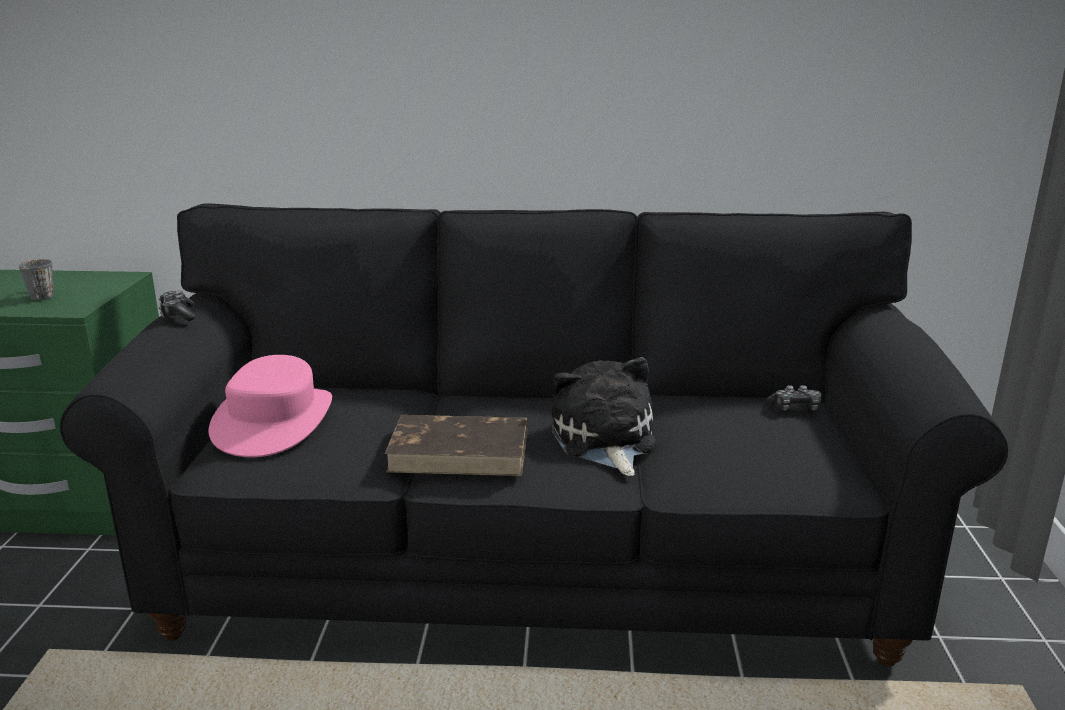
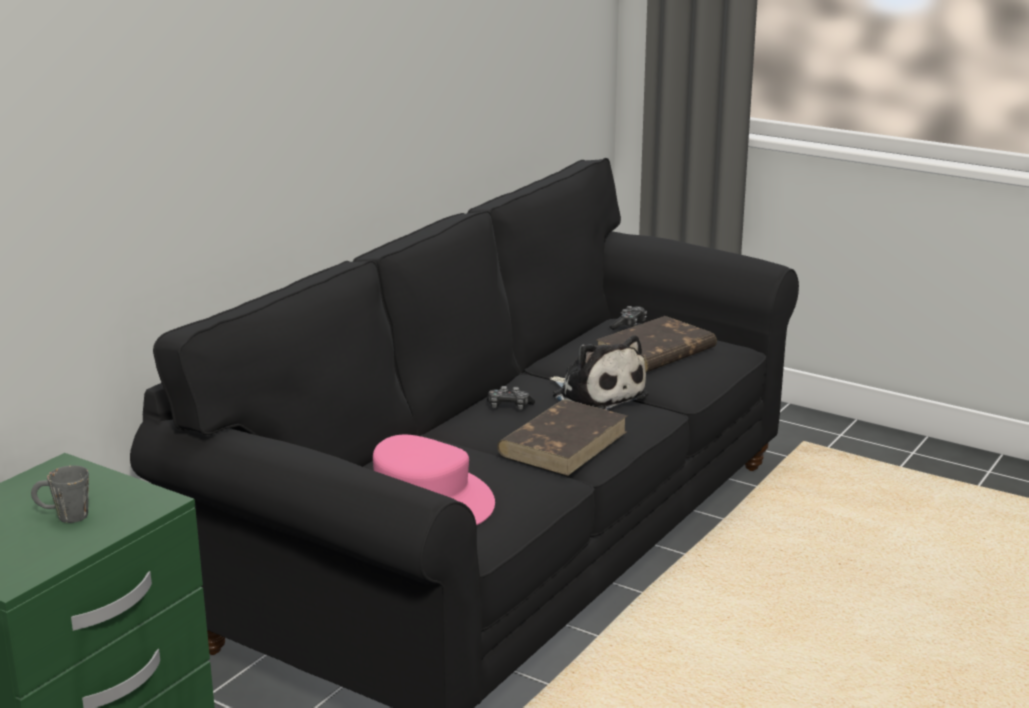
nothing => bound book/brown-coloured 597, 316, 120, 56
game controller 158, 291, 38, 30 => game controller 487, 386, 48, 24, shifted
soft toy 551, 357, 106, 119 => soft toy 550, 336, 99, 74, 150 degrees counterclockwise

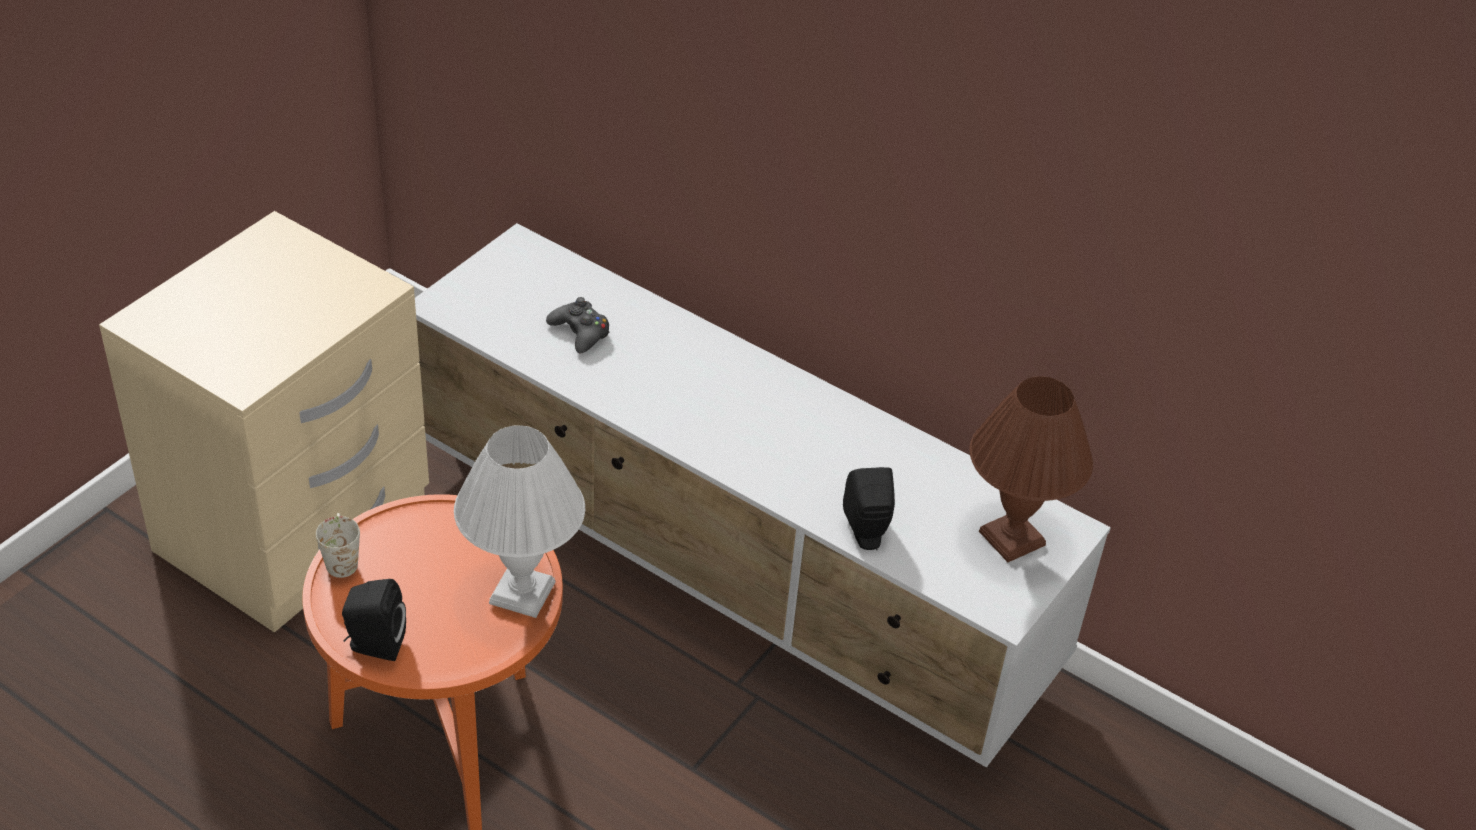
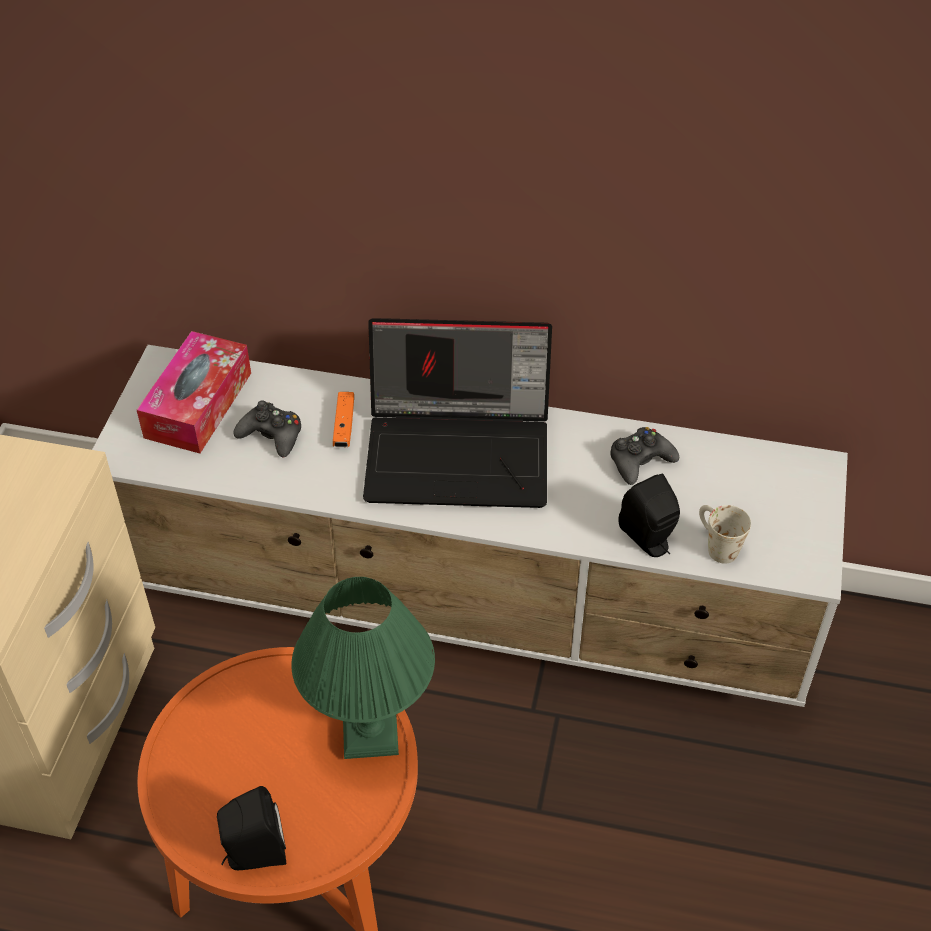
table lamp/brown-coloured 970, 376, 123, 186 => nothing
nothing => tissue holder 137, 331, 114, 123
nothing => game controller/orange 333, 392, 21, 56
nothing => portable computer 363, 318, 189, 190
nothing => game controller/blackish 611, 427, 68, 58
mug/white-coloured 316, 513, 44, 65 => mug/white-coloured 699, 505, 52, 59, shifted
table lamp/white-coloured 454, 425, 131, 193 => table lamp/greenish 291, 577, 144, 182

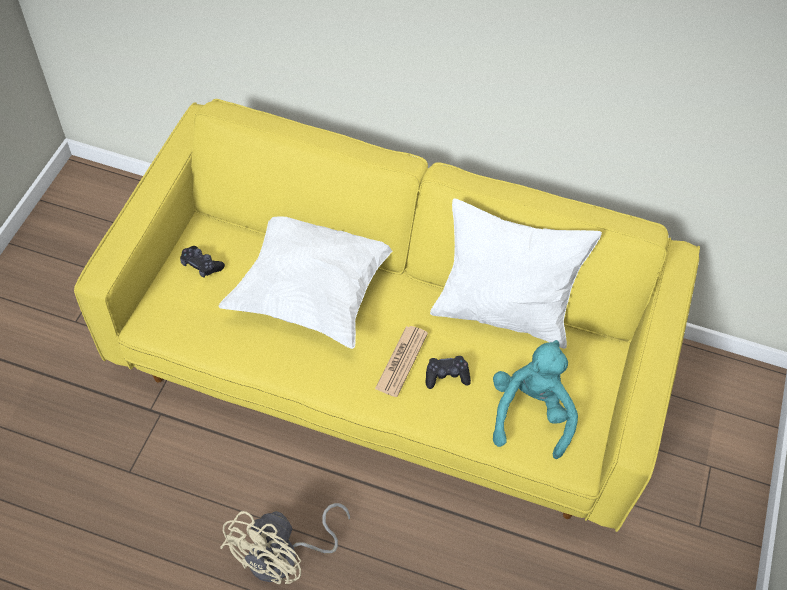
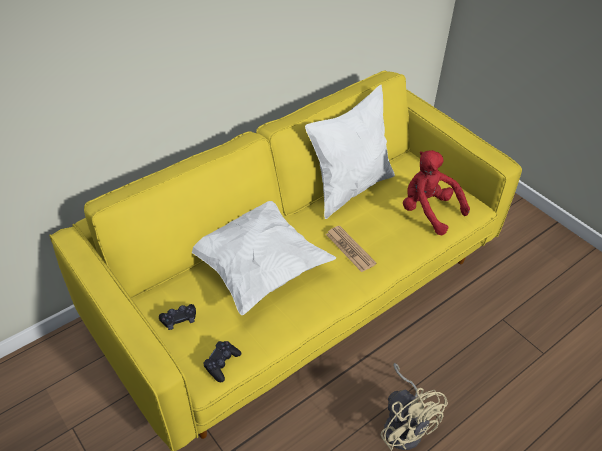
game controller/blackish 426, 356, 45, 33 => game controller/blackish 203, 341, 38, 41, shifted
soft toy/turquoise-coloured 493, 340, 85, 119 => soft toy/red 403, 150, 67, 85

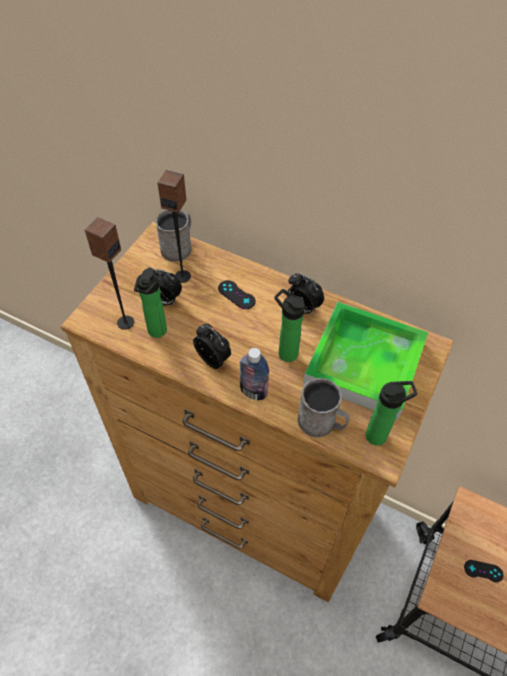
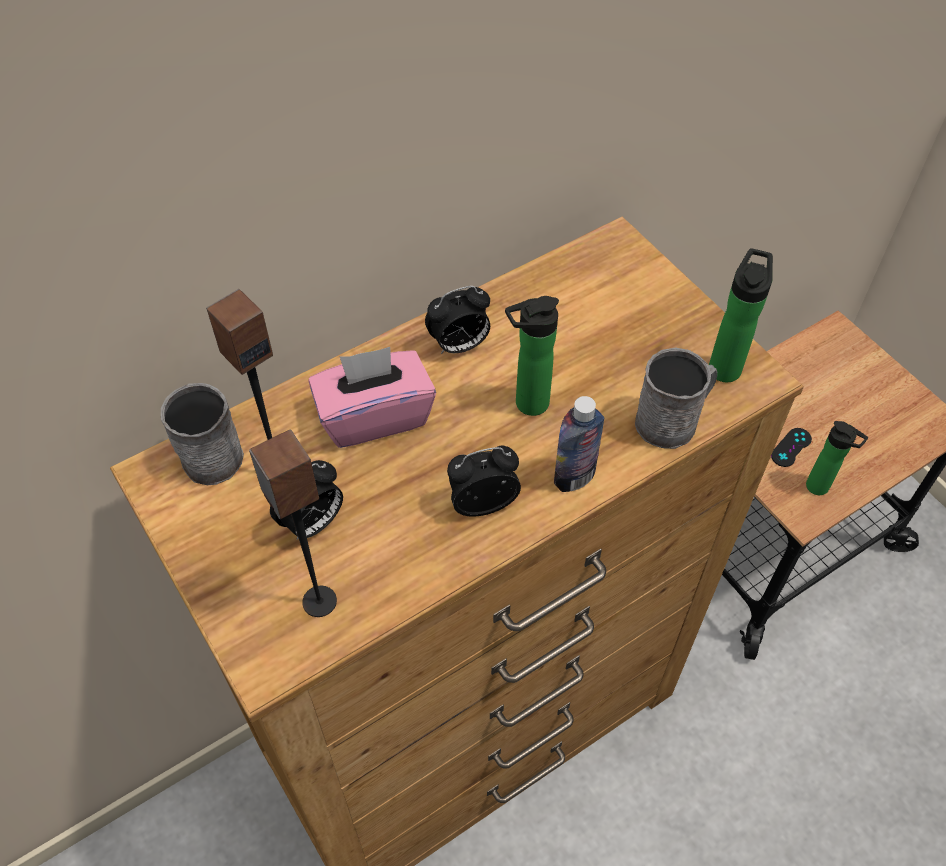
tray 303, 302, 125, 117 => nothing
bottle 134, 267, 33, 71 => bottle 806, 421, 62, 74, shifted
game controller/blackish 218, 280, 38, 29 => tissue holder/pinkish 309, 347, 127, 101

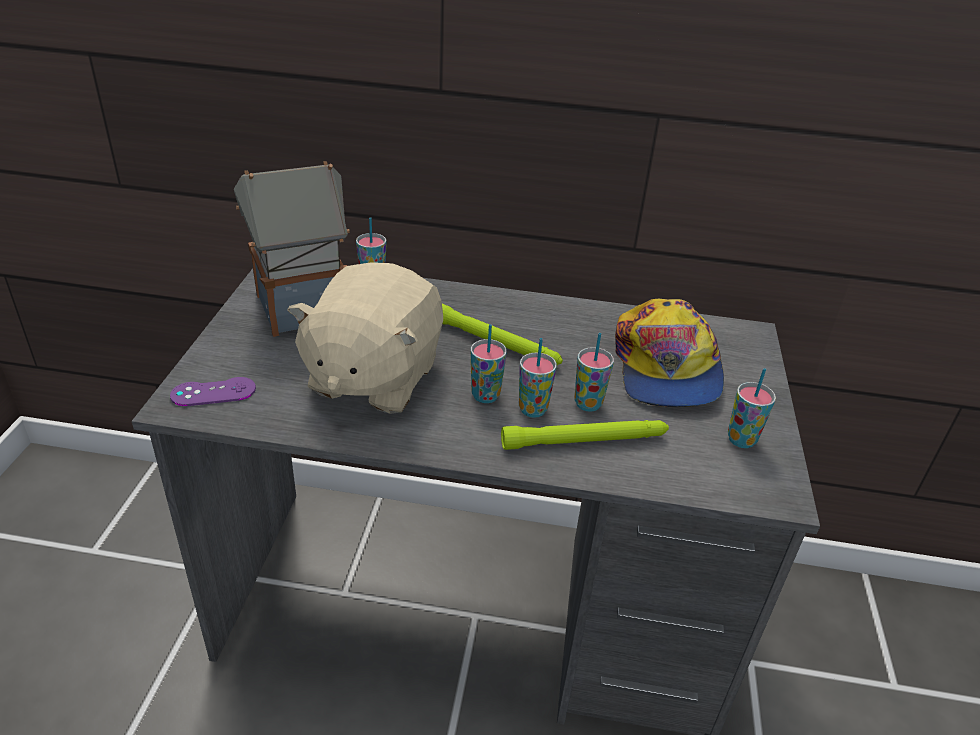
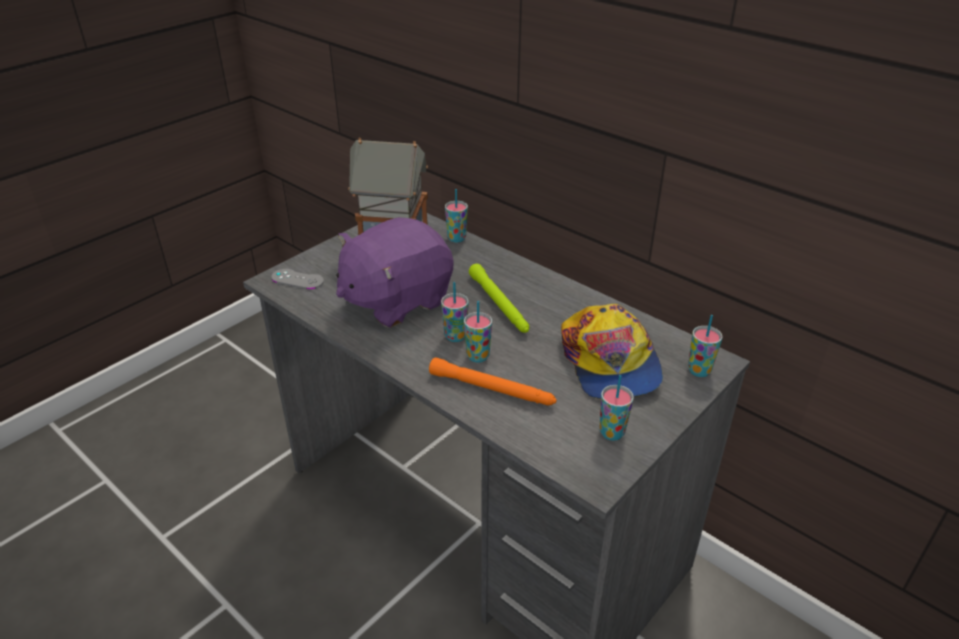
small cup 574, 333, 40, 79 => small cup 688, 315, 35, 62, shifted
game controller/purple-coloured 170, 377, 86, 29 => game controller/greyish 271, 269, 53, 20
soft toy/sand-coloured 287, 262, 156, 152 => soft toy/purple-coloured 336, 217, 117, 111
torch/greenish 501, 420, 168, 30 => torch/orange 429, 357, 128, 49
baseball cap 615, 299, 109, 108 => baseball cap 561, 304, 102, 95, 45 degrees counterclockwise

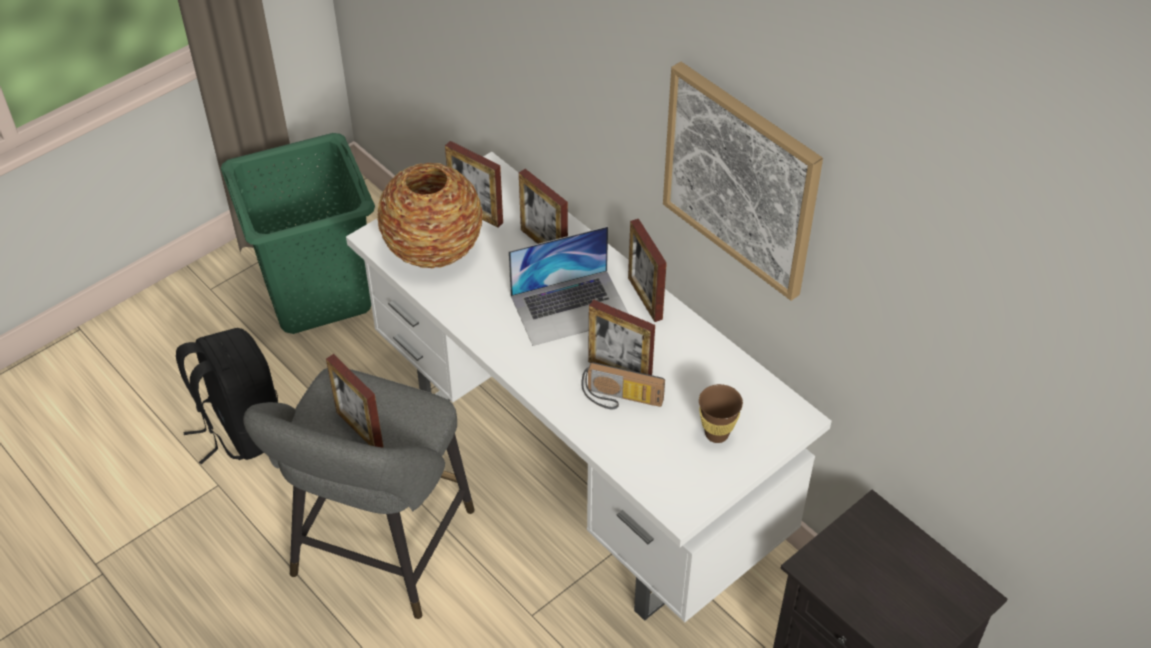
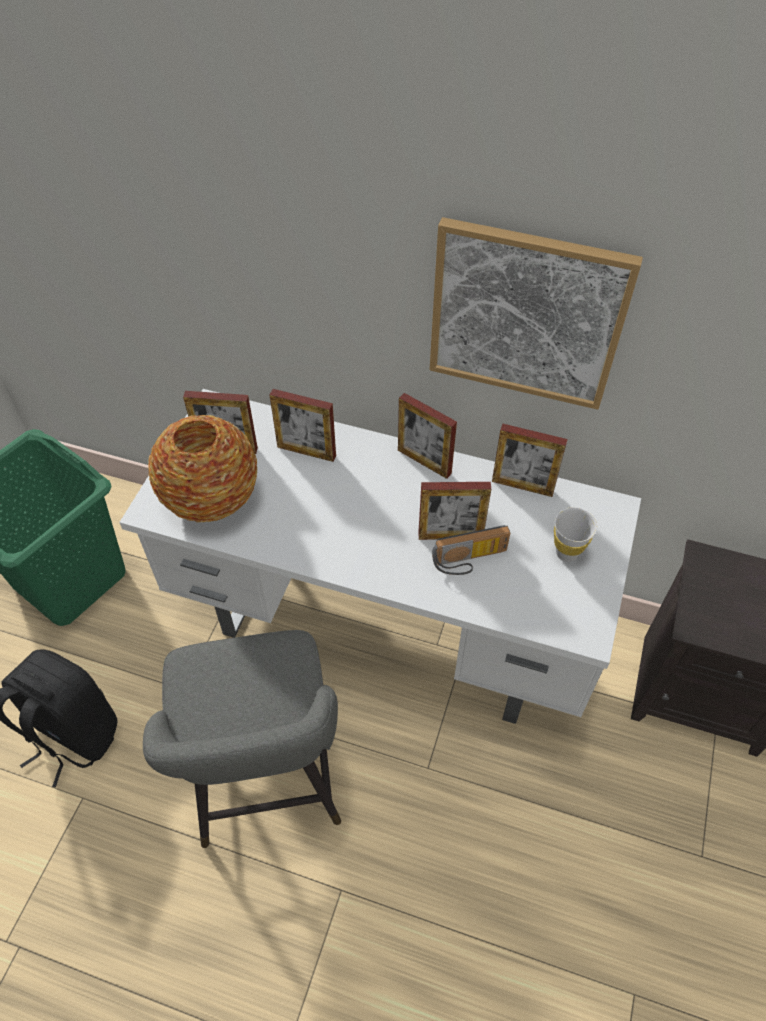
portable computer 509, 226, 120, 120 => nothing
picture frame 326, 354, 57, 94 => picture frame 492, 424, 76, 73, shifted
small cup/brown-coloured 699, 384, 44, 59 => small cup/white-coloured 554, 507, 43, 55

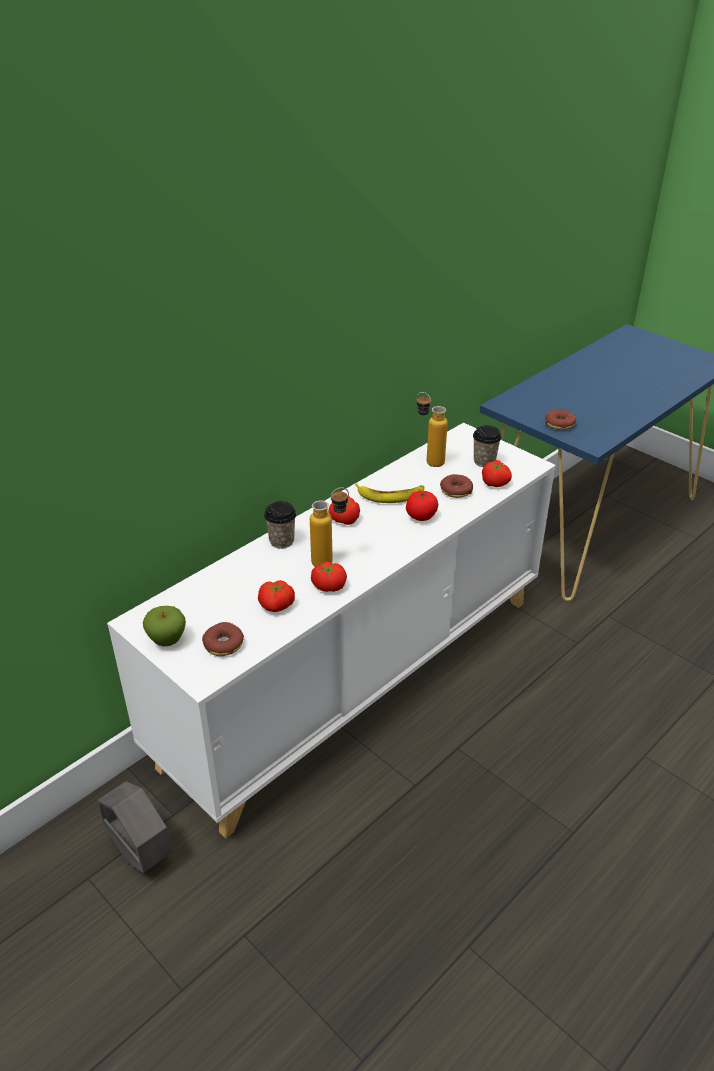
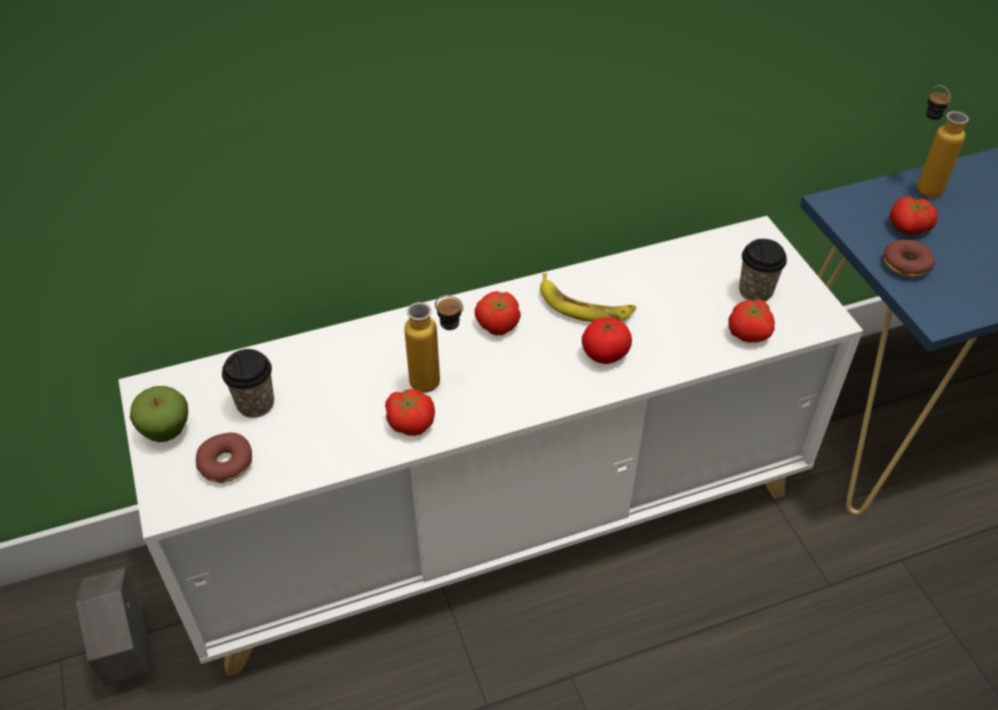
donut 440, 474, 33, 24 => nothing
tomato 258, 580, 37, 32 => tomato 890, 196, 48, 39, shifted
small cup 264, 501, 32, 48 => small cup 222, 349, 52, 69, shifted
bottle 417, 392, 31, 75 => bottle 917, 85, 52, 113, shifted

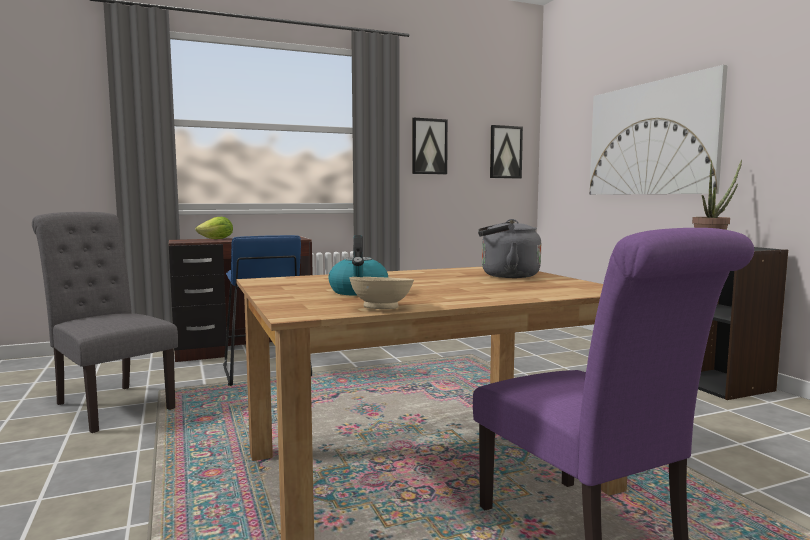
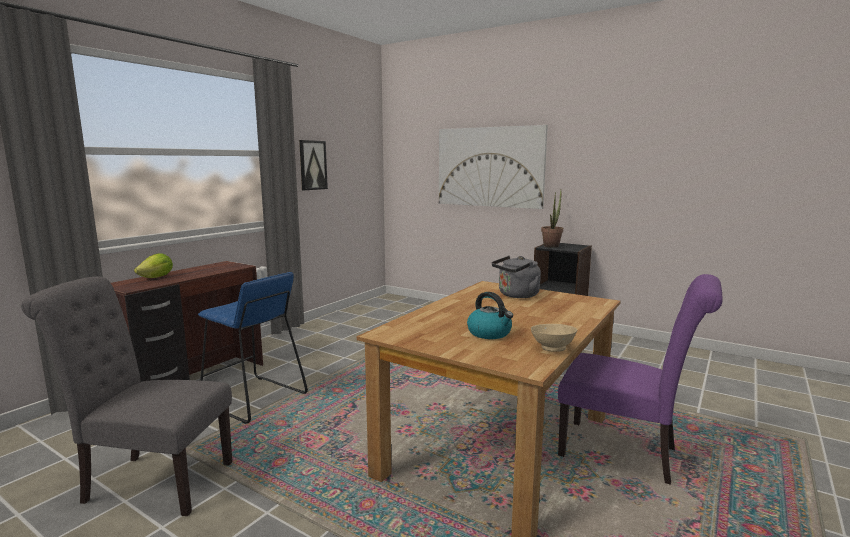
picture 490, 125, 33, 53 => nothing

